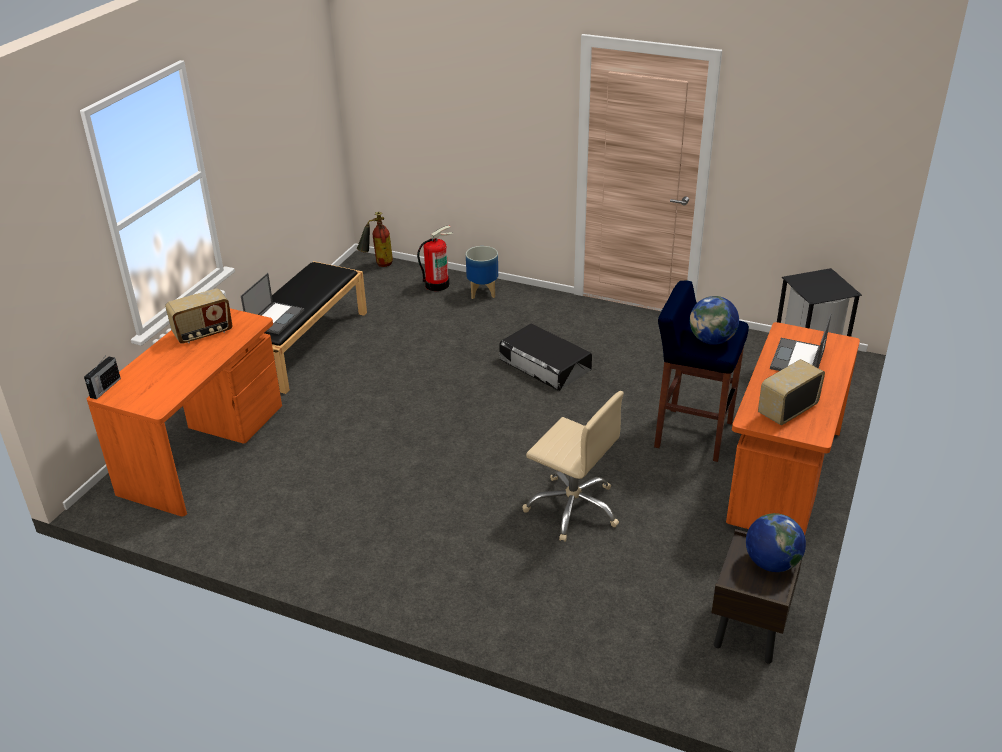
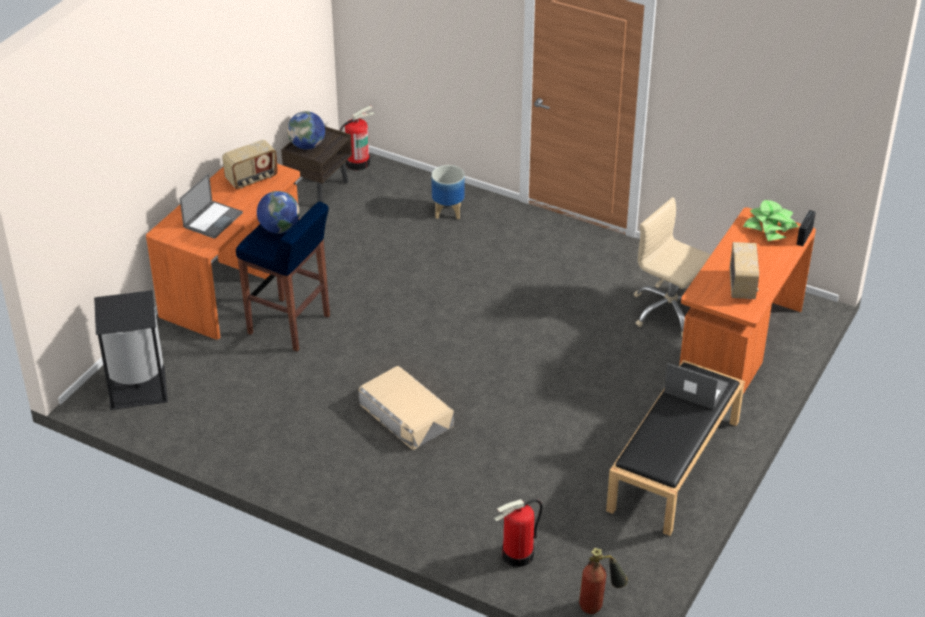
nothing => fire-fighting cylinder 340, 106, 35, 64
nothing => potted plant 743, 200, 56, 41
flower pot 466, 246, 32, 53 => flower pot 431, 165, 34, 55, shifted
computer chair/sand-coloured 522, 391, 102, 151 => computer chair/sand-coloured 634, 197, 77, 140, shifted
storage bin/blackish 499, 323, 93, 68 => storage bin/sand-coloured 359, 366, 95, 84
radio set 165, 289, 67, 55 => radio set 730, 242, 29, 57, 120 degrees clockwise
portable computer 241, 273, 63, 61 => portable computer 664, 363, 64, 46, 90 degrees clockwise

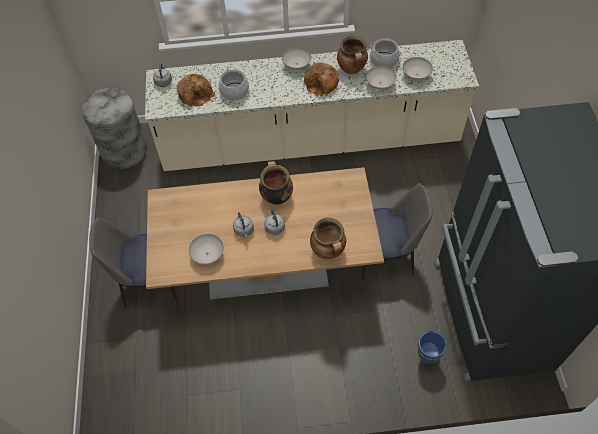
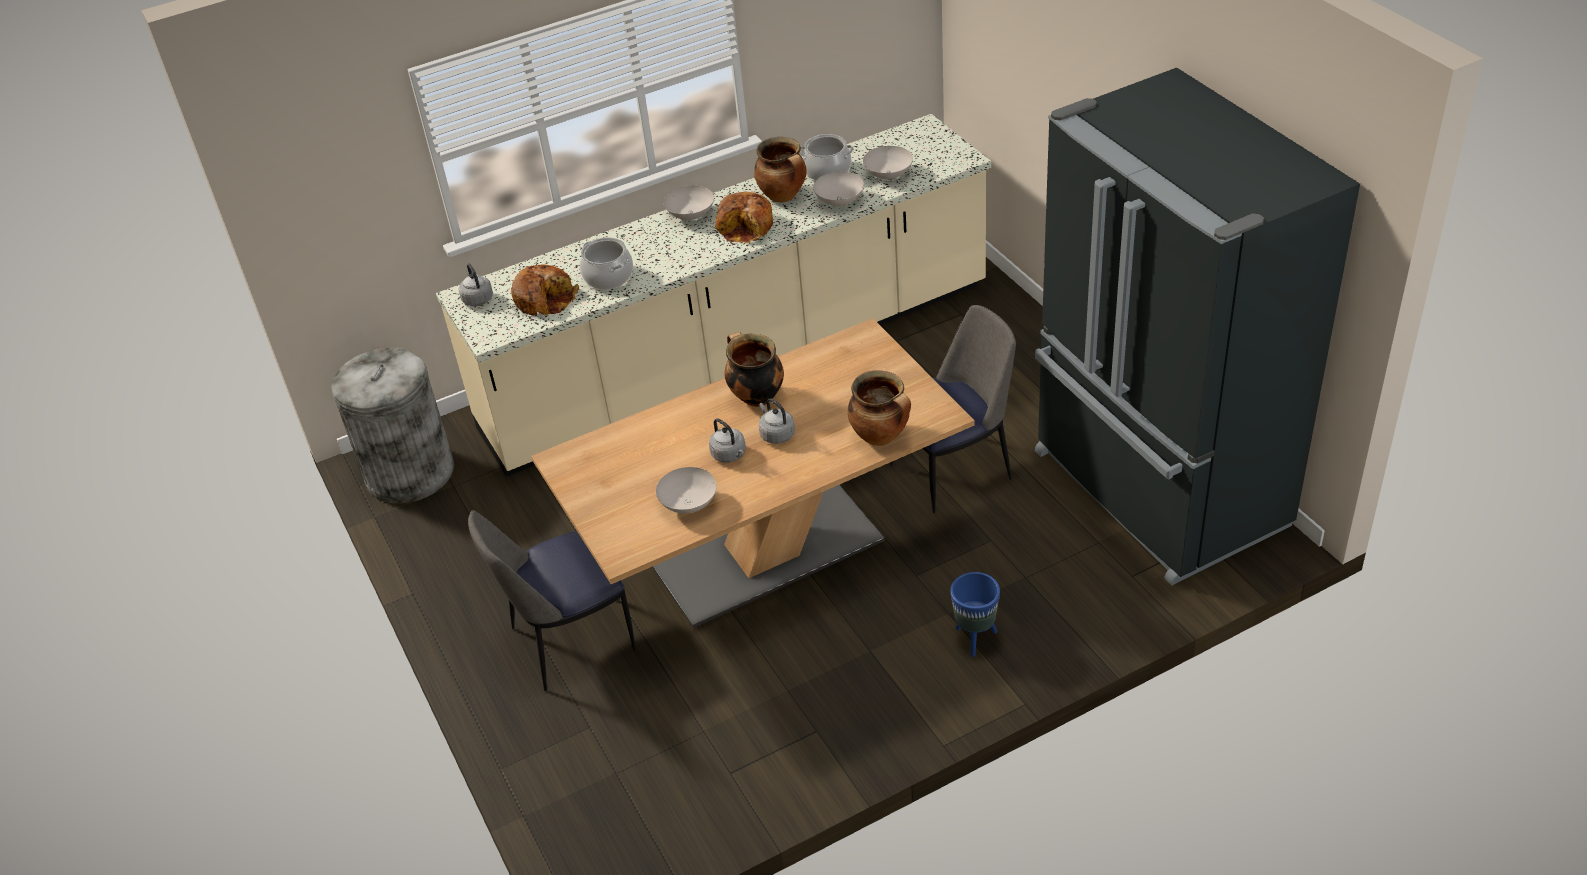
flower pot/blue-coloured 418, 331, 29, 39 => flower pot/blue-coloured 950, 572, 50, 85, shifted

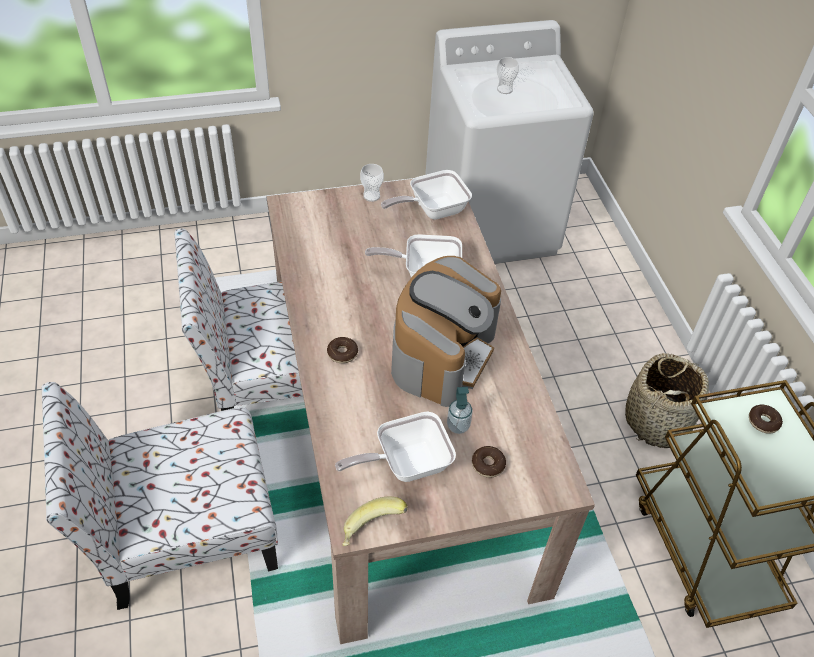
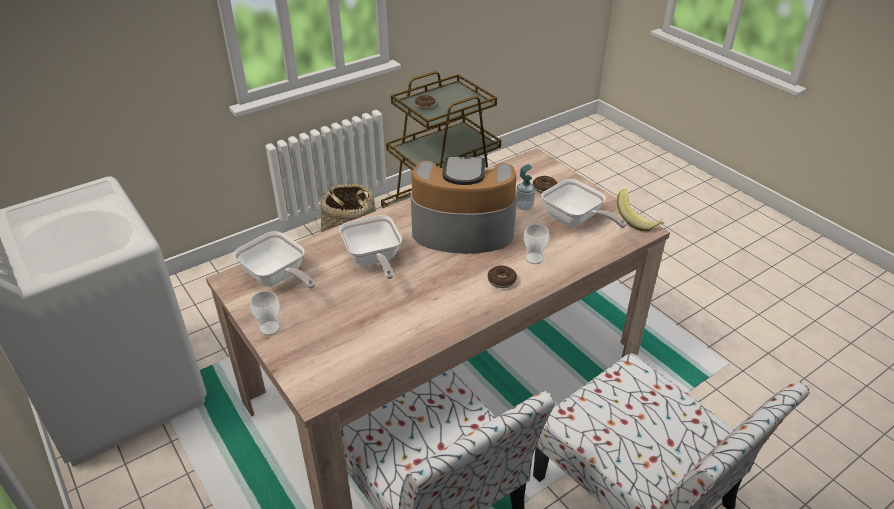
small cup 497, 57, 22, 37 => small cup 524, 224, 25, 40, shifted

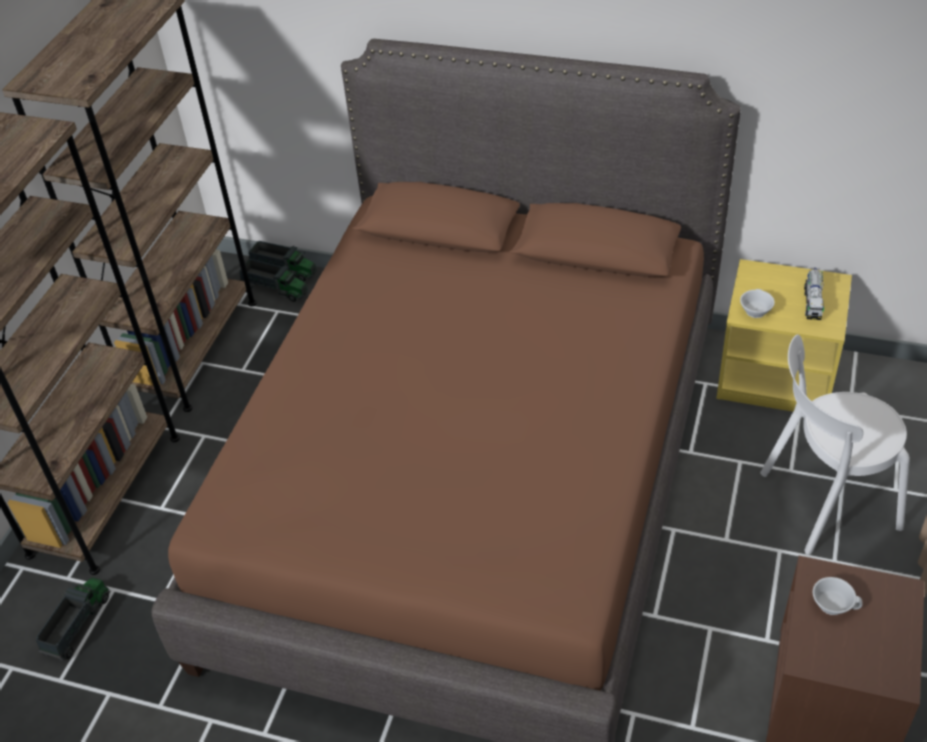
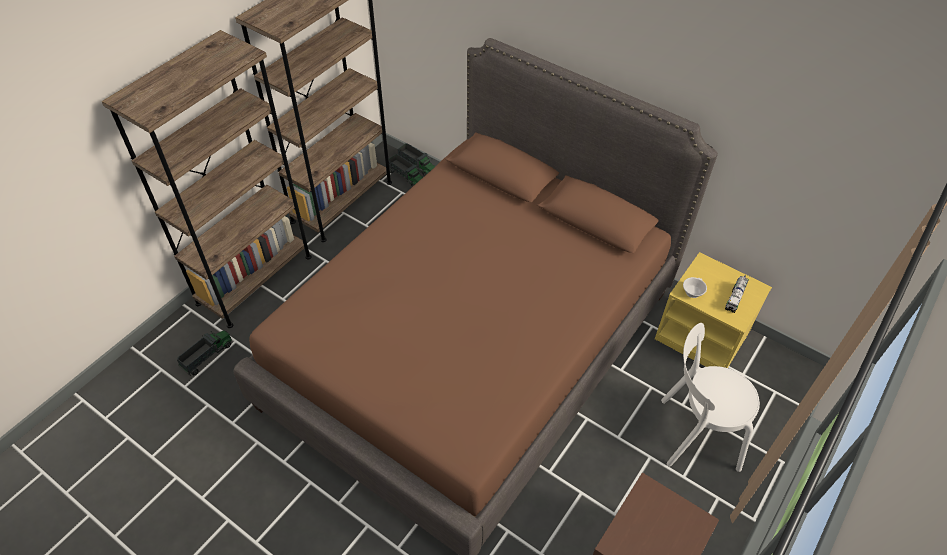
small cup/white-coloured 813, 577, 50, 38 => nothing

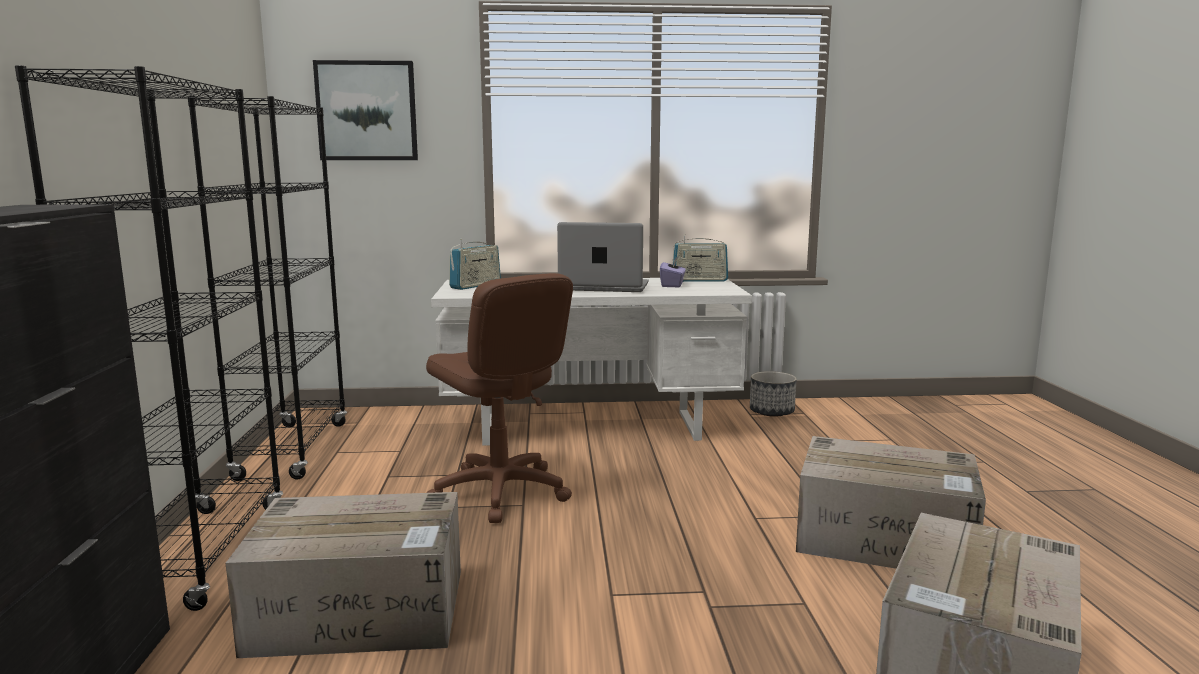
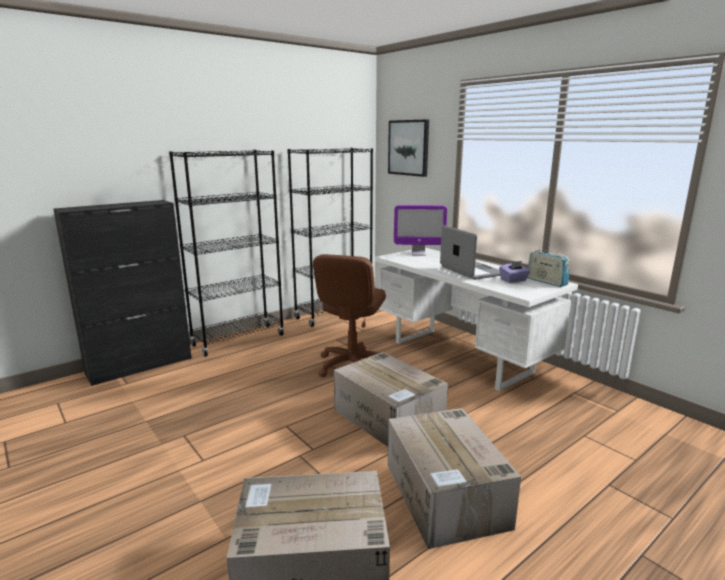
flower pot 750, 371, 47, 46 => nothing
cardboard box 226, 492, 235, 166 => cardboard box 334, 352, 114, 95, shifted
radio set 449, 239, 52, 51 => monitor 394, 205, 53, 51

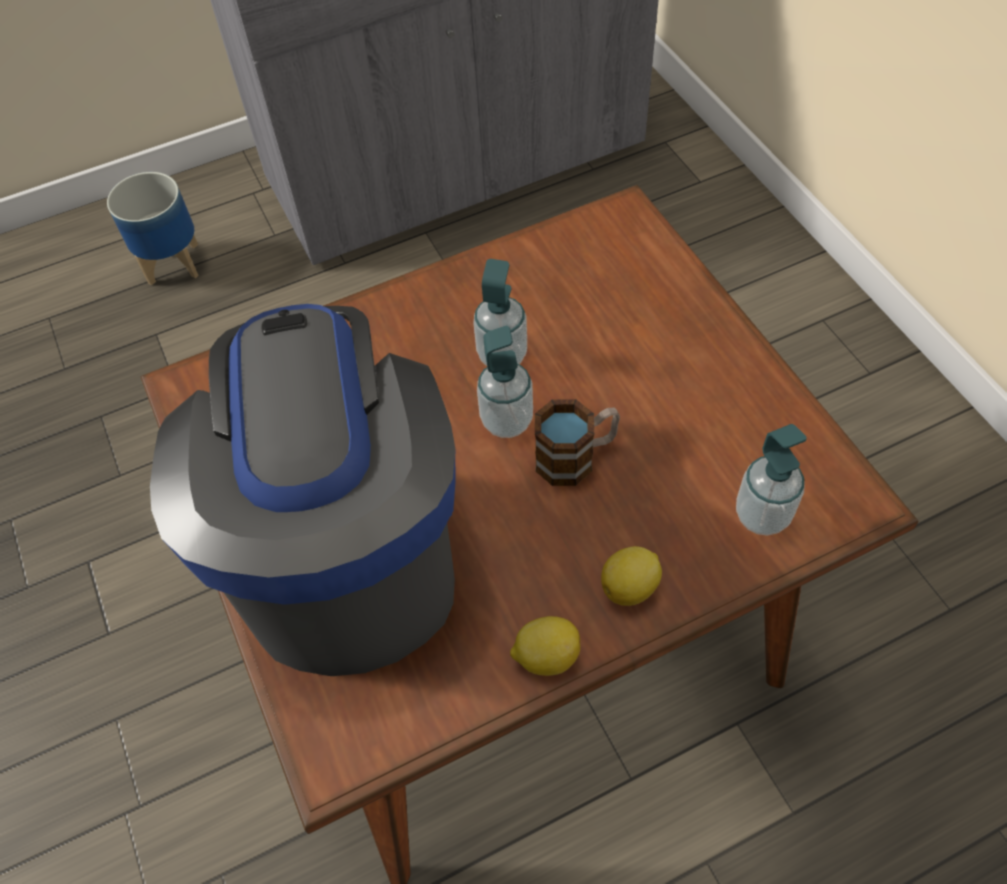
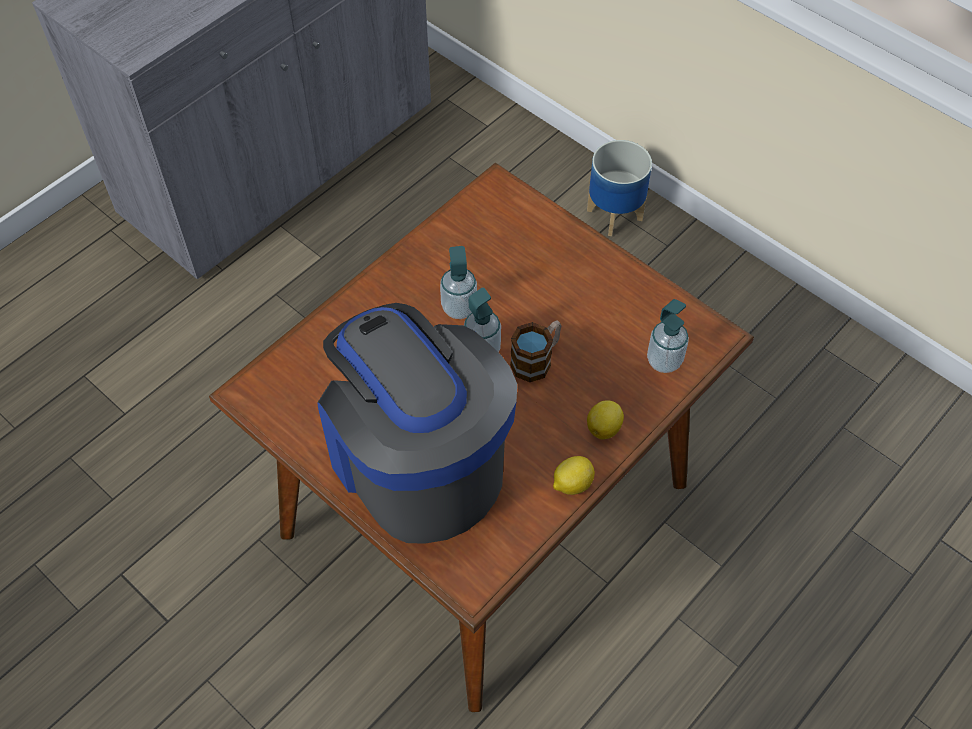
flower pot 107, 172, 92, 114 => flower pot 587, 140, 65, 96, shifted

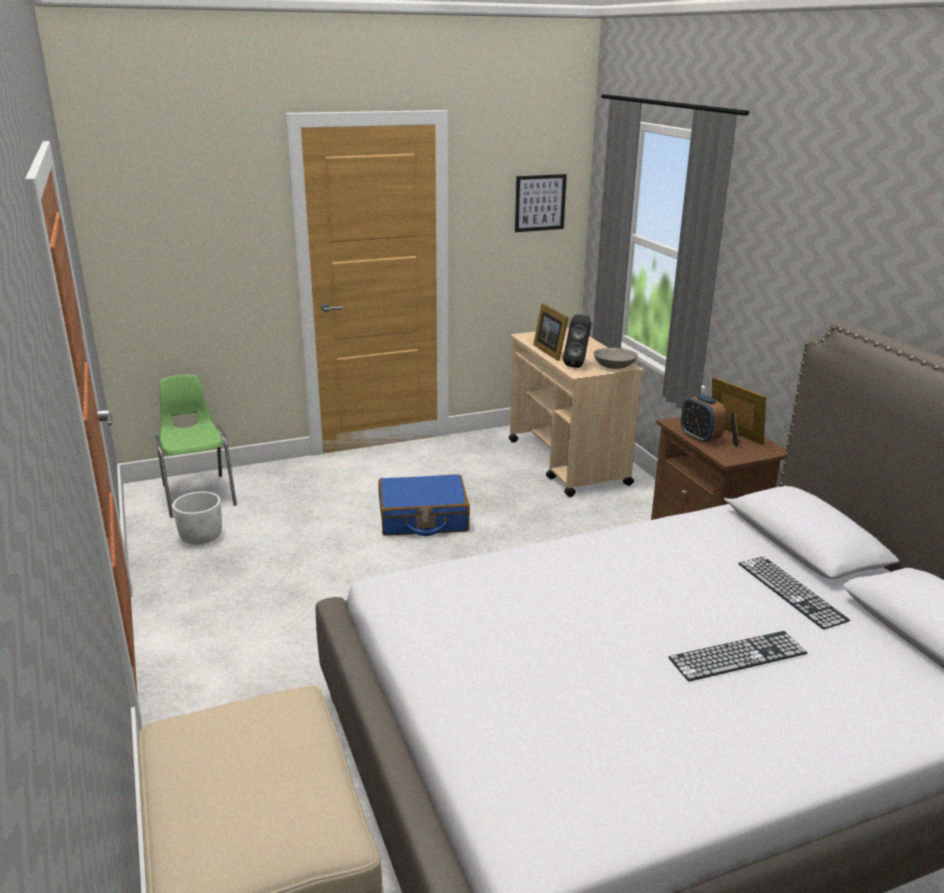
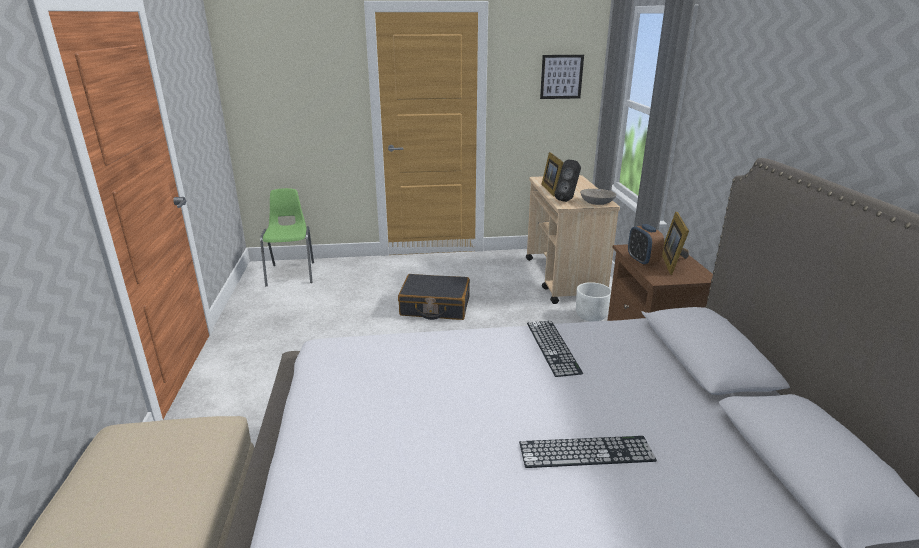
flower pot/white-coloured 173, 491, 49, 53 => flower pot/white-coloured 576, 282, 35, 39, shifted
PC keyboard 738, 556, 112, 73 => PC keyboard 527, 321, 56, 56, shifted
suitcase/blue-coloured 379, 474, 91, 62 => suitcase/blackish 398, 274, 72, 46
picture frame 712, 377, 54, 71 => picture frame 662, 212, 27, 63, 150 degrees counterclockwise

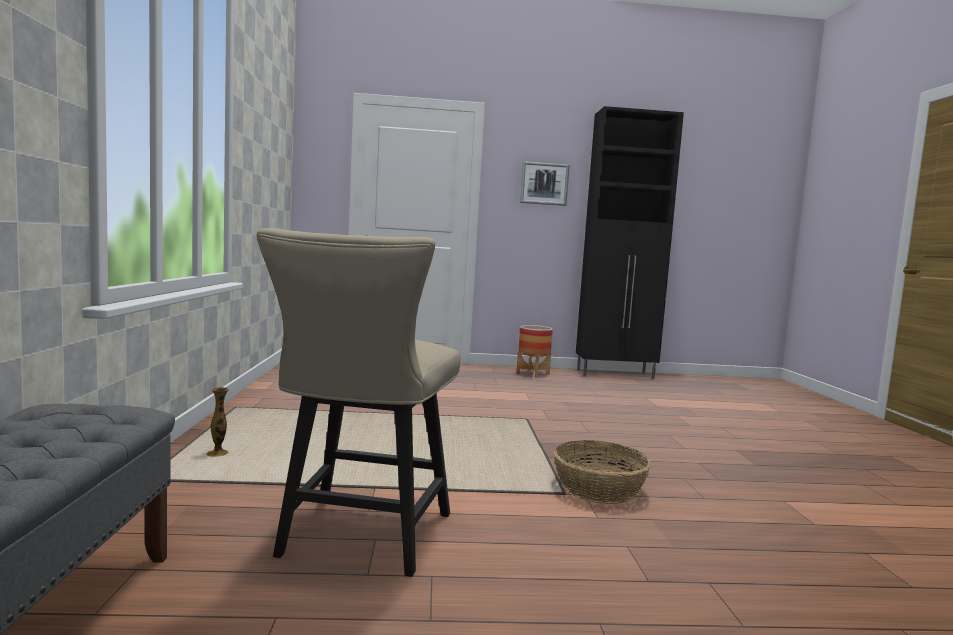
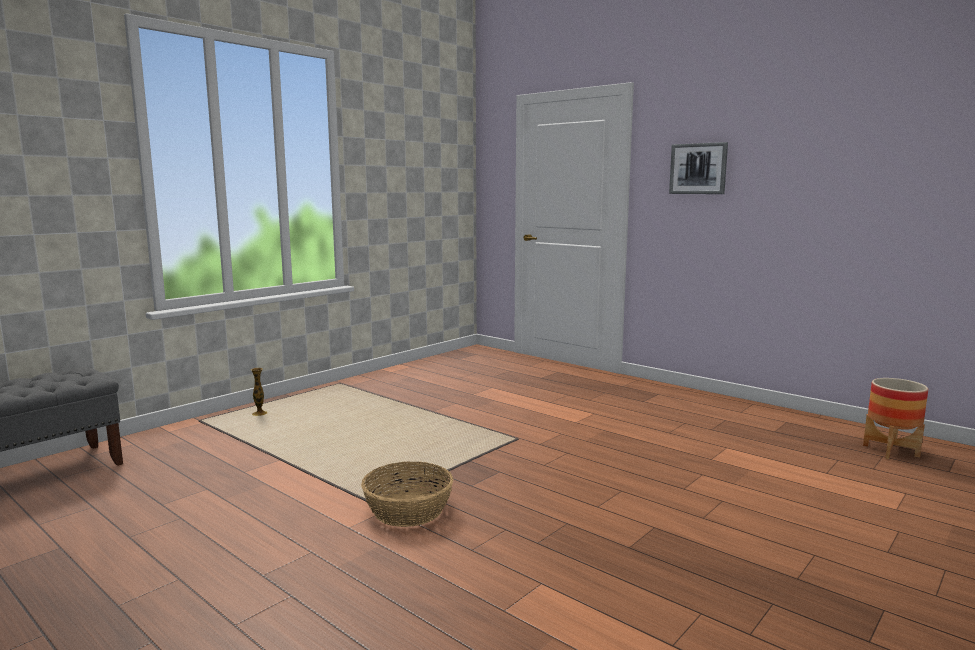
plain chair/sand-coloured 257, 228, 203, 349 => nothing
storage cabinet/blackish 576, 106, 108, 274 => nothing
flower pot 516, 325, 37, 53 => flower pot 863, 378, 65, 81, shifted

